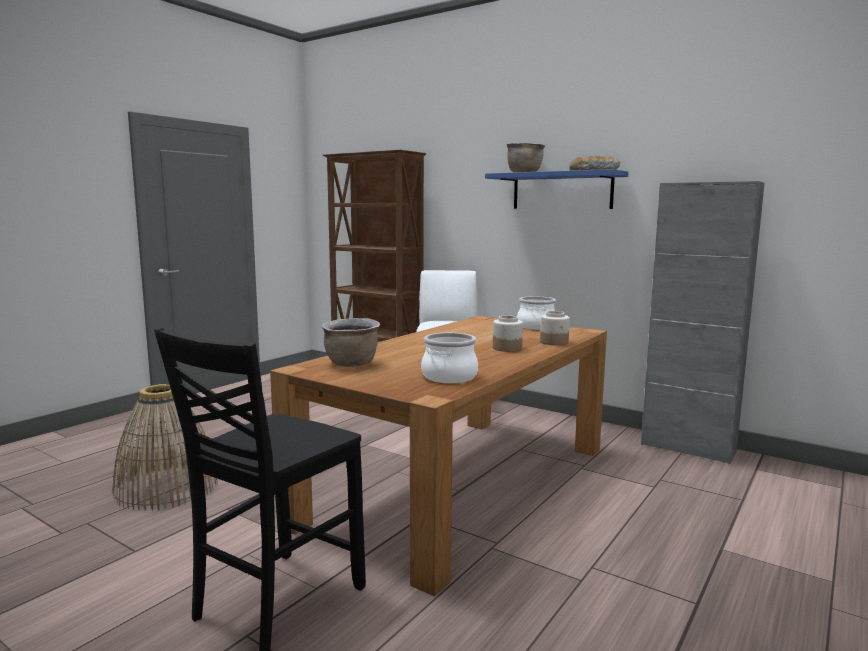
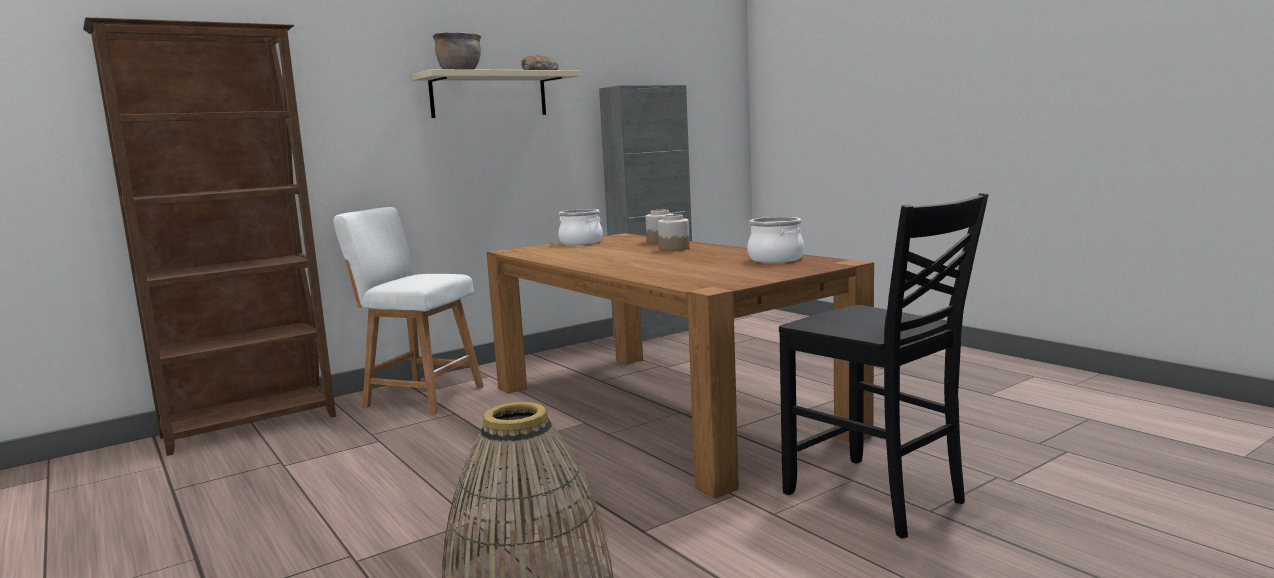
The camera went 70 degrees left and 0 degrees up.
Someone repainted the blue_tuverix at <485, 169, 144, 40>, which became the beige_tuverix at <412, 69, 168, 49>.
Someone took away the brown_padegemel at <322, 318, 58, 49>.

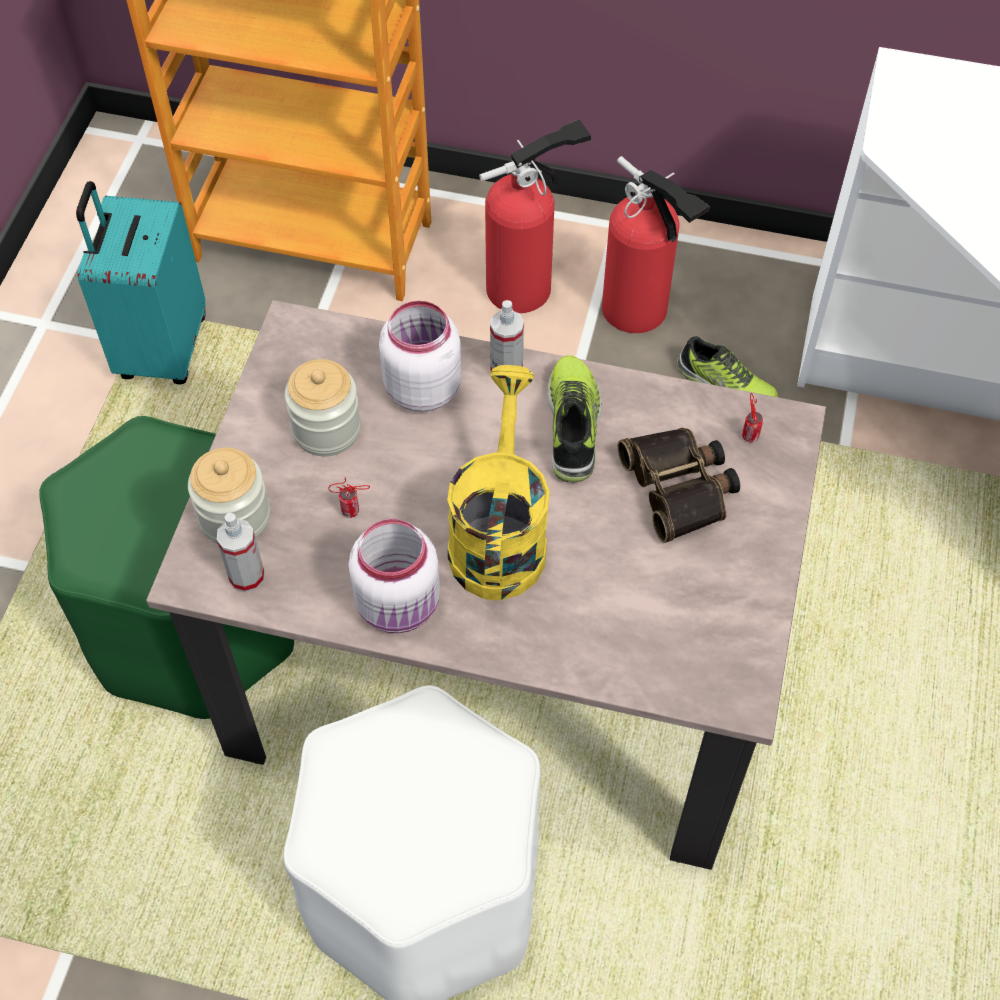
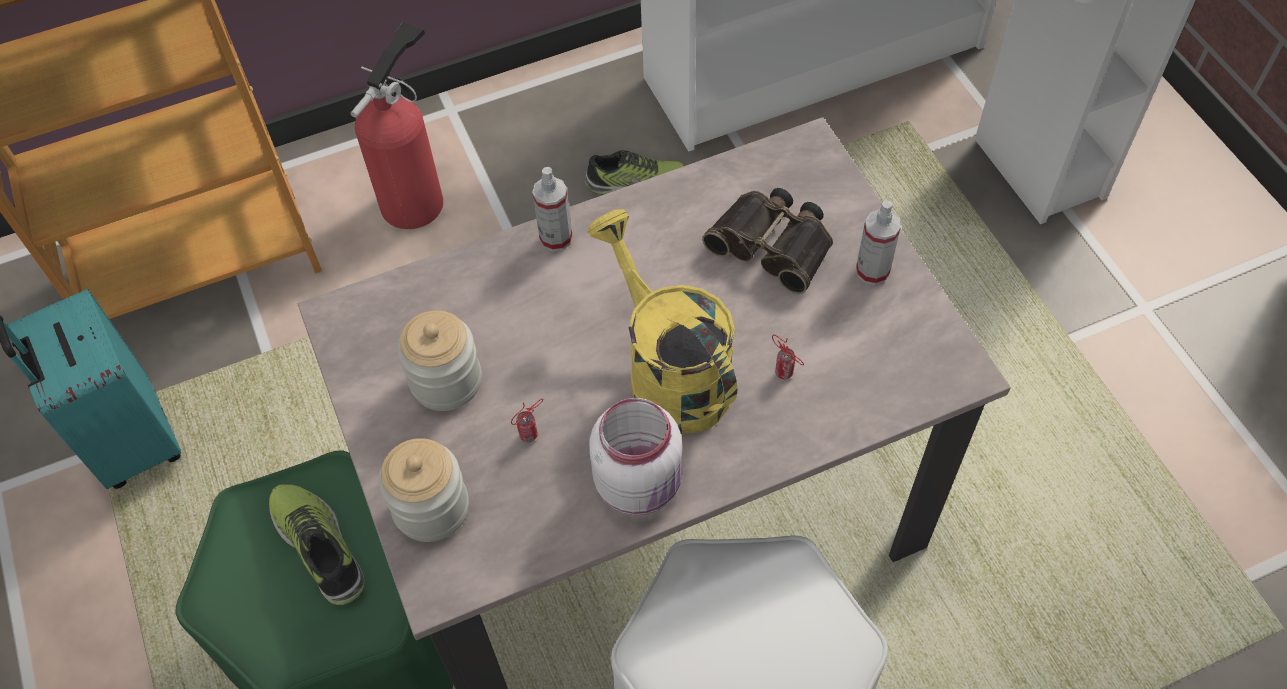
The camera went 35 degrees left and 0 degrees up.
Someone carried the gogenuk from <547, 355, 55, 127> to <269, 484, 96, 121>.
Someone carried the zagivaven from <742, 393, 21, 49> to <772, 335, 32, 44>.
Someone carried the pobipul from <217, 513, 47, 80> to <856, 200, 45, 85>.
Someone took away the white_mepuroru at <379, 301, 83, 111>.
Someone took away the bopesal at <602, 156, 108, 177>.

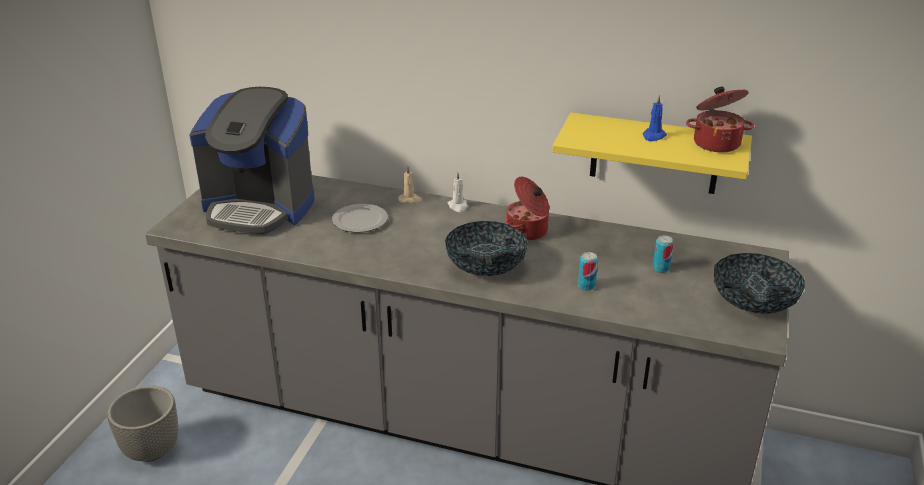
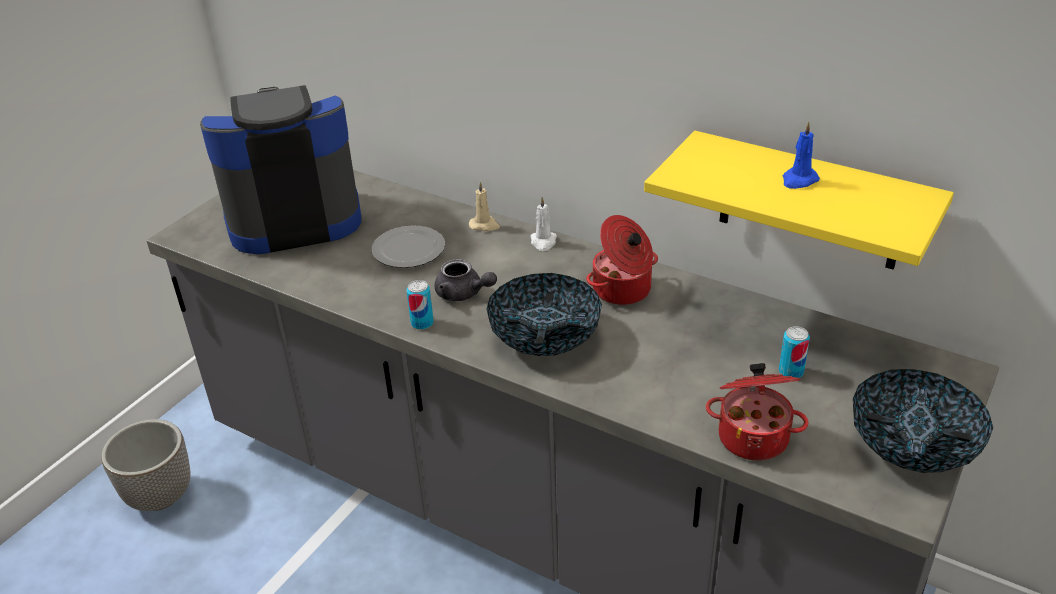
The camera went 15 degrees right and 5 degrees up.
Someone rotated the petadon at <189, 87, 126, 147> by 135 degrees clockwise.
Someone carried the zagivaven from <578, 252, 20, 38> to <406, 280, 28, 50>.
Someone put down the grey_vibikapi at <434, 259, 63, 42>.
Someone carried the padegemel from <686, 87, 68, 66> to <706, 363, 103, 98>.

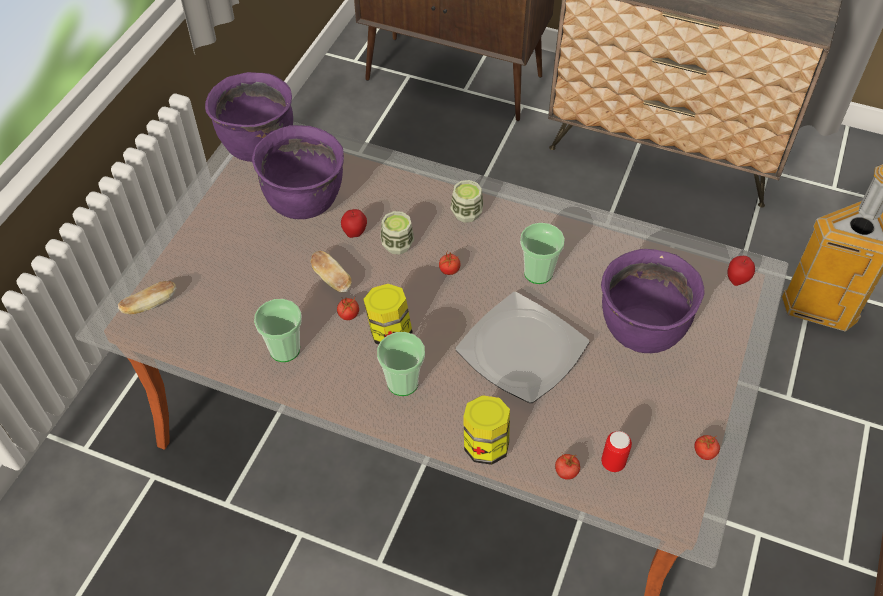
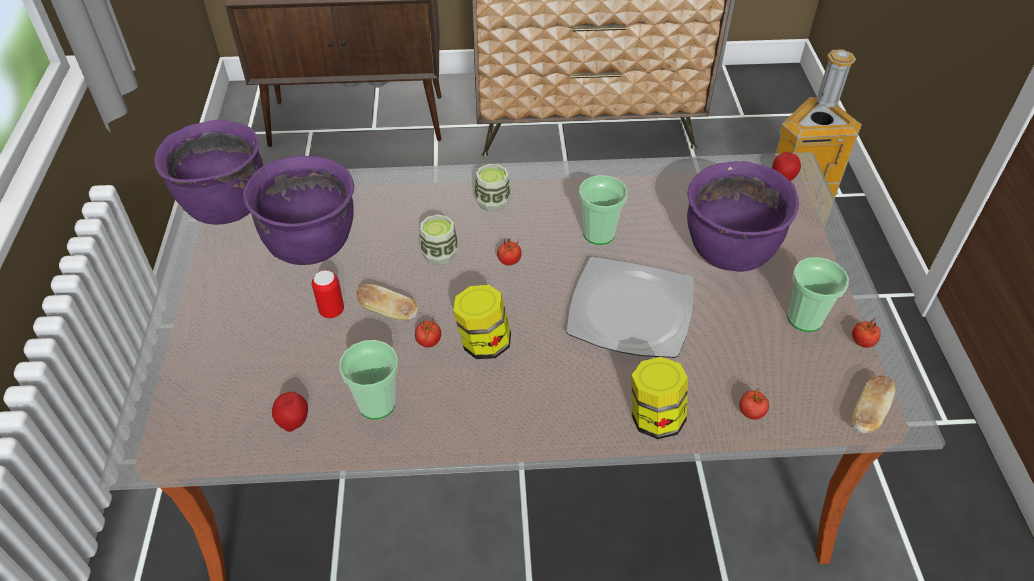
The camera went 25 degrees left and 5 degrees down.
Someone carried the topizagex from <341, 209, 26, 29> to <272, 392, 36, 40>.
Someone carried the zagivaven from <601, 431, 31, 41> to <312, 270, 32, 48>.
Someone carried the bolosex from <377, 332, 48, 64> to <788, 257, 61, 75>.
Someone carried the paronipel from <118, 281, 58, 34> to <852, 375, 43, 58>.

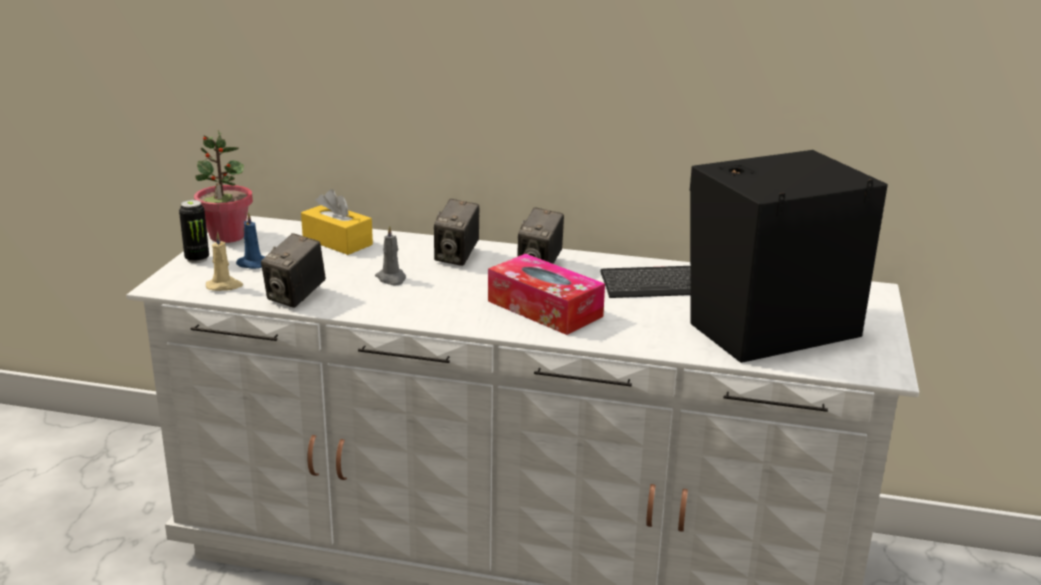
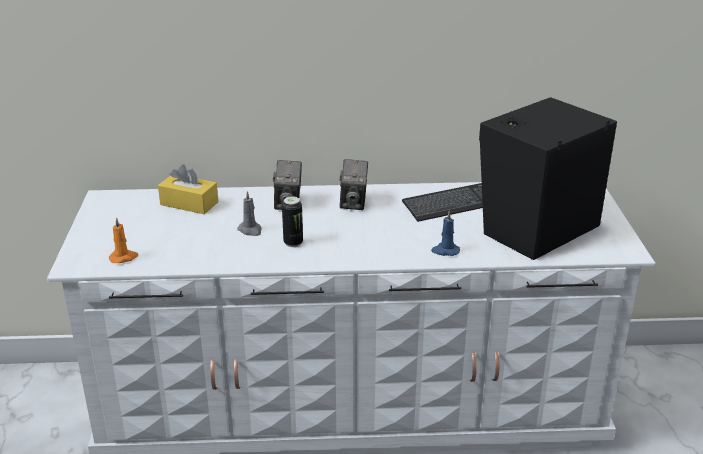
The camera went 15 degrees left and 5 degrees up.
Someone repainted the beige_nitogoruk at <206, 232, 37, 59>, which became the orange_nitogoruk at <109, 217, 29, 46>.
Someone carried the zagivaven from <179, 200, 30, 63> to <282, 196, 21, 51>.
Someone carried the blue_nitogoruk from <236, 212, 30, 57> to <431, 211, 29, 45>.
Someone took away the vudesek at <194, 130, 59, 113>.
Someone took away the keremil at <261, 233, 65, 75>.
Someone took away the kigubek at <488, 253, 117, 82>.

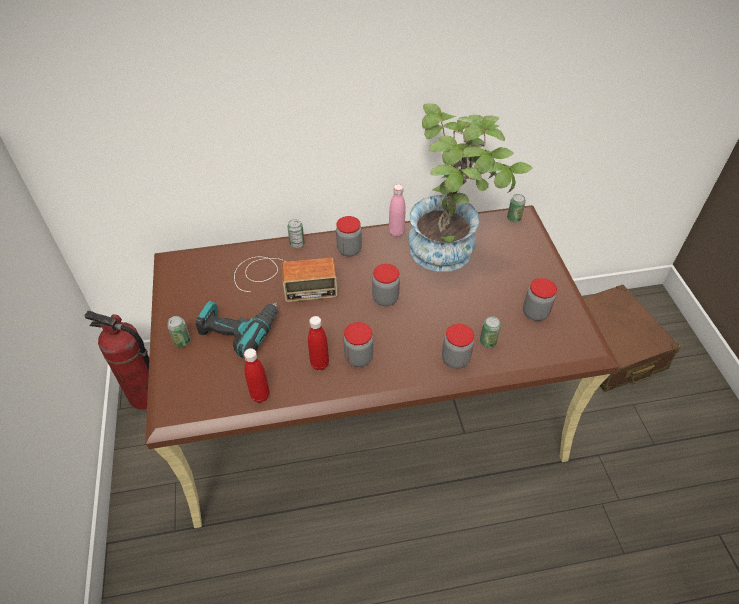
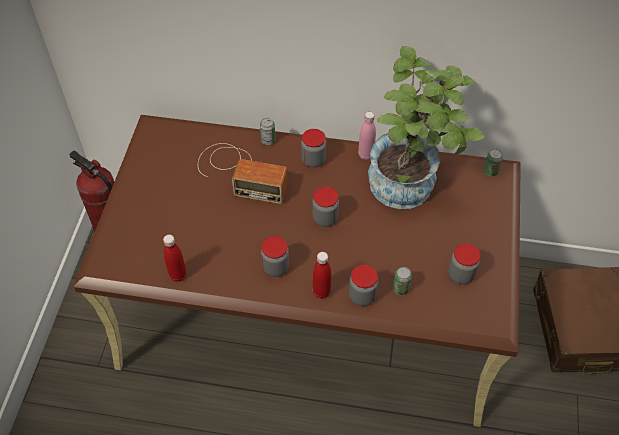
The camera went 20 degrees right and 5 degrees up.
Someone carried the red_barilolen from <308, 316, 21, 54> to <313, 252, 18, 47>.
Someone took away the zagivaven at <167, 316, 24, 31>.
Someone took away the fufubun at <195, 301, 83, 57>.

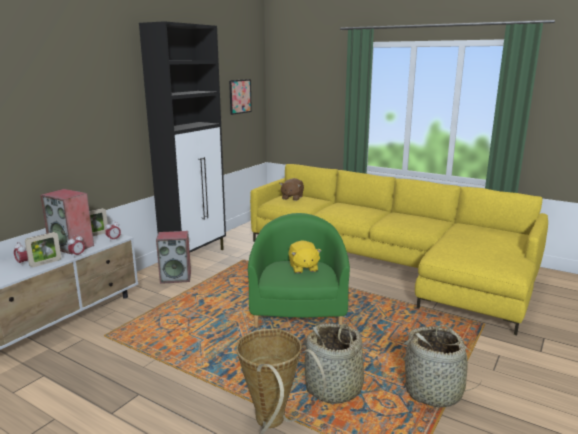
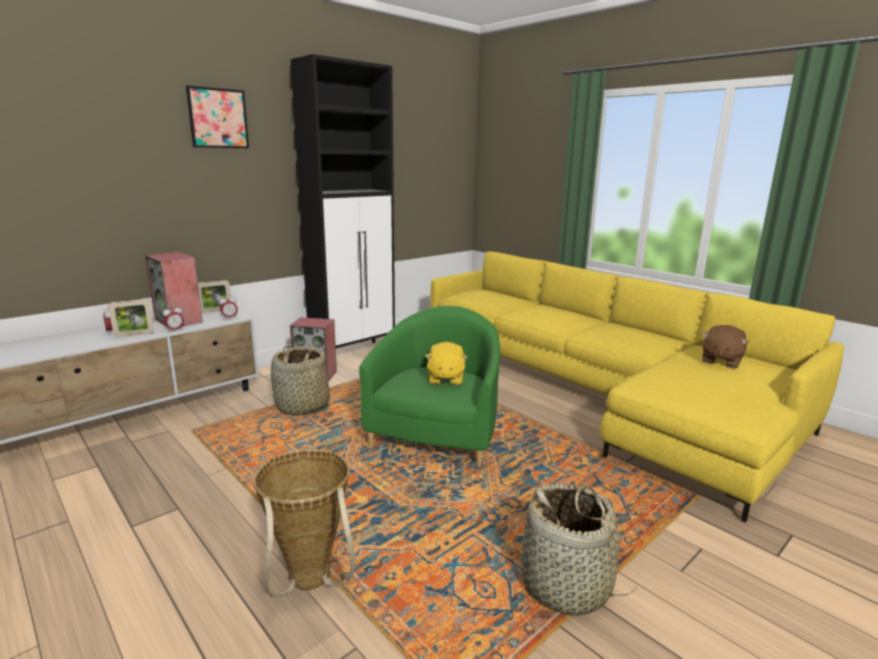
The camera went 15 degrees right and 0 degrees up.
Someone carried the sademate from <229, 79, 23, 36> to <186, 85, 63, 63>.
Someone carried the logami from <304, 323, 68, 81> to <271, 346, 59, 70>.
Someone carried the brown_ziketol from <280, 178, 24, 23> to <702, 325, 47, 43>.

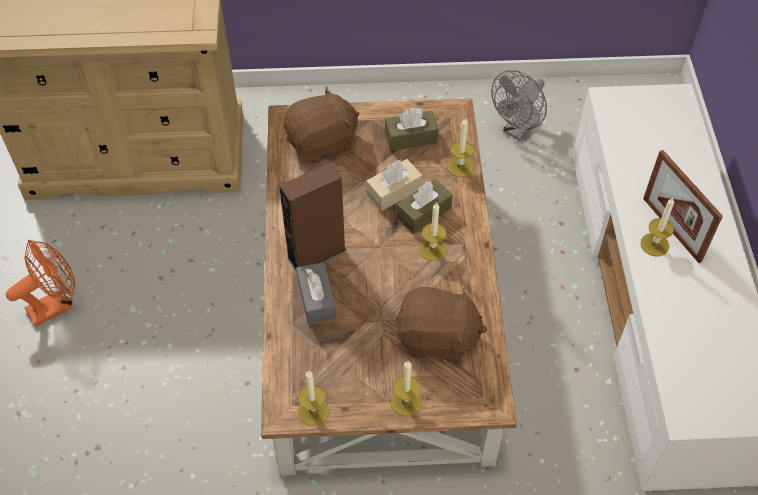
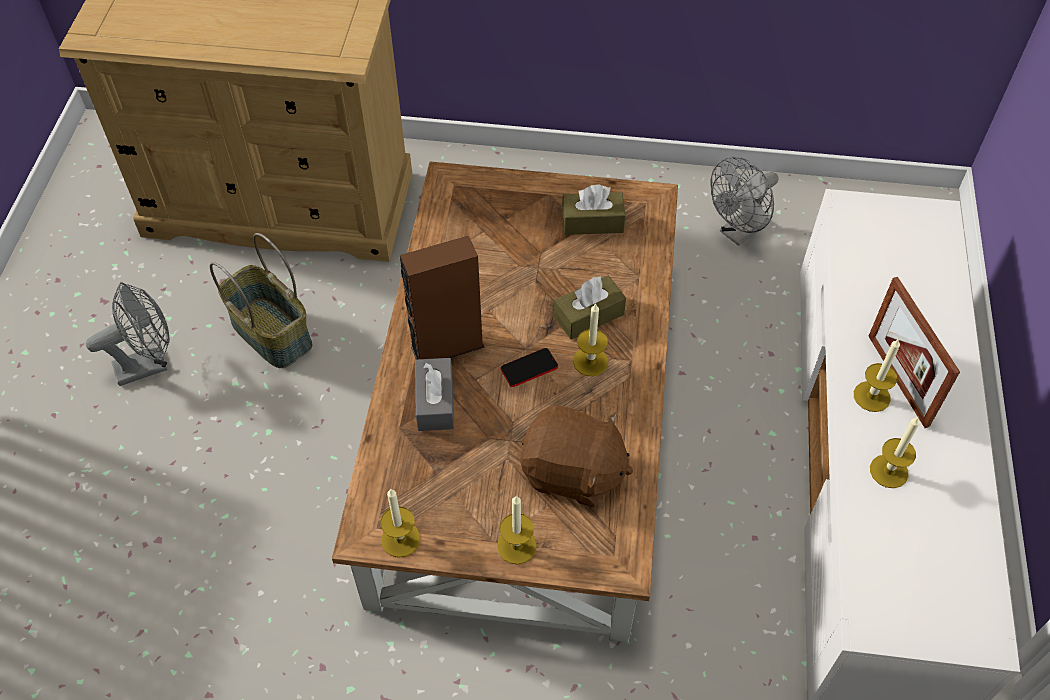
The camera went 10 degrees right and 0 degrees up.
Someone repainted the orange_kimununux at <6, 240, 70, 87>, which became the grey_kimununux at <86, 282, 84, 104>.
Someone put down the logami at <210, 233, 103, 135>.
Someone put down the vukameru at <500, 348, 58, 39>.
Someone carried the nitogoruk from <447, 117, 27, 60> to <870, 416, 50, 72>.
Someone took away the brown_ziketol at <283, 87, 76, 76>.
Someone took away the beige_kigubek at <366, 159, 57, 52>.

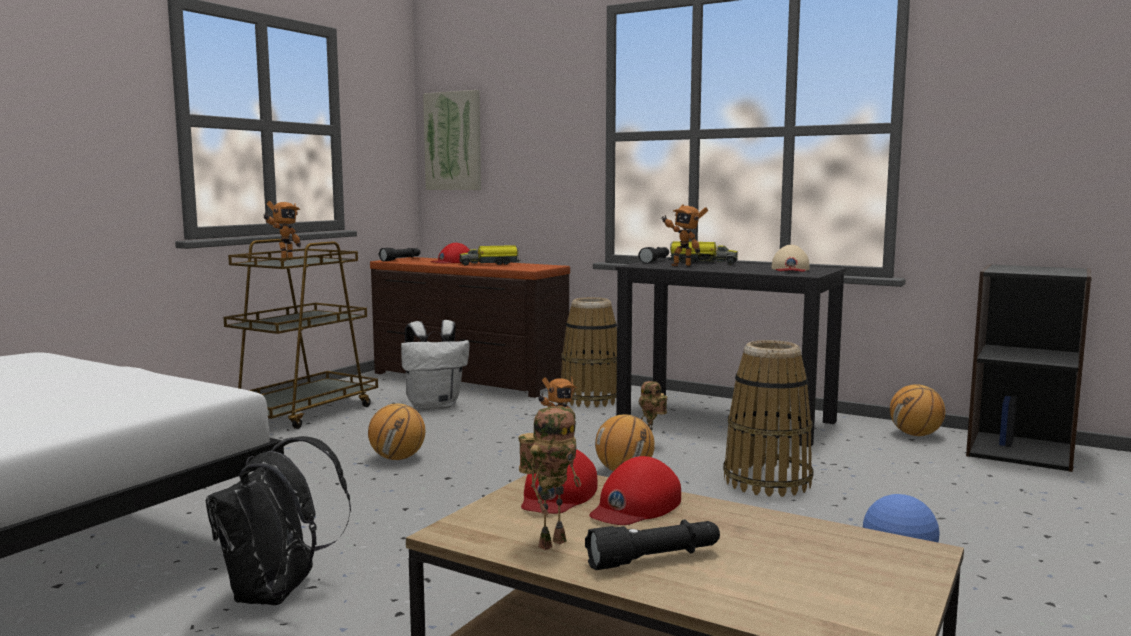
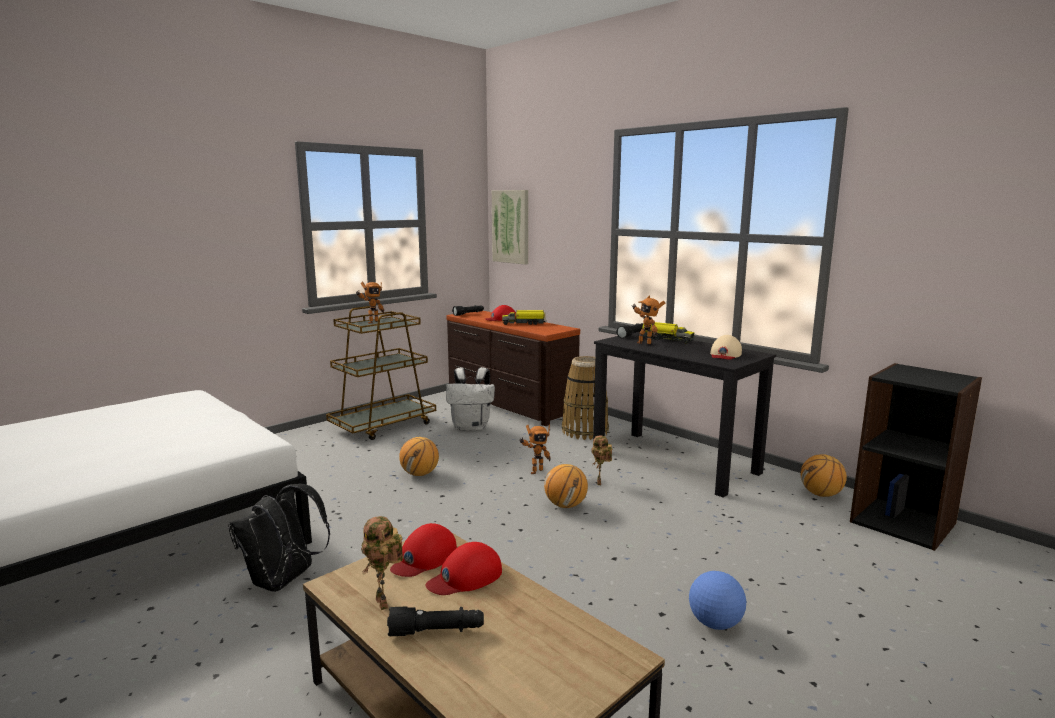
The camera went 15 degrees right and 5 degrees up.
Someone rotated the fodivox at <518, 406, 63, 144> by 90 degrees clockwise.
Someone took away the logami at <723, 340, 91, 157>.

